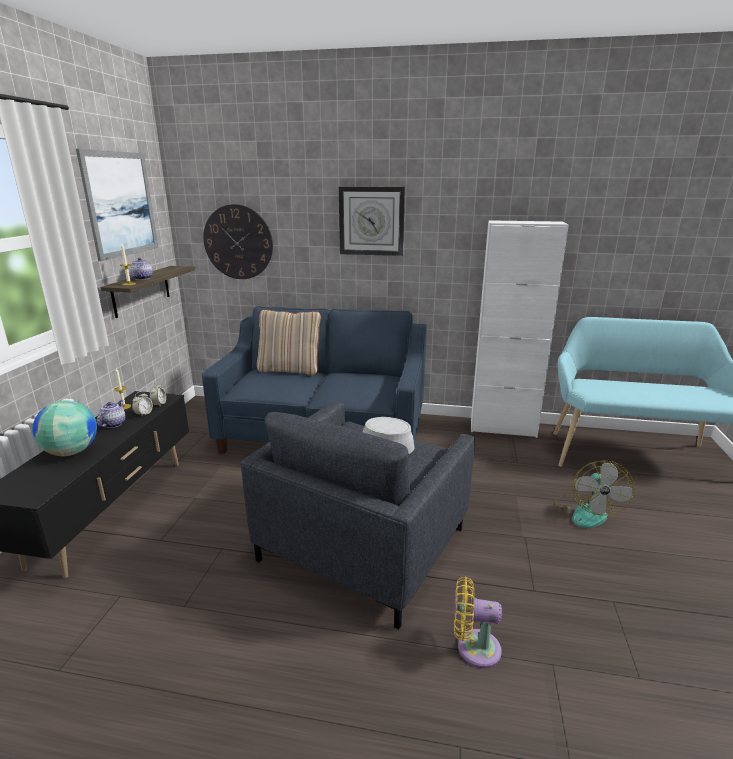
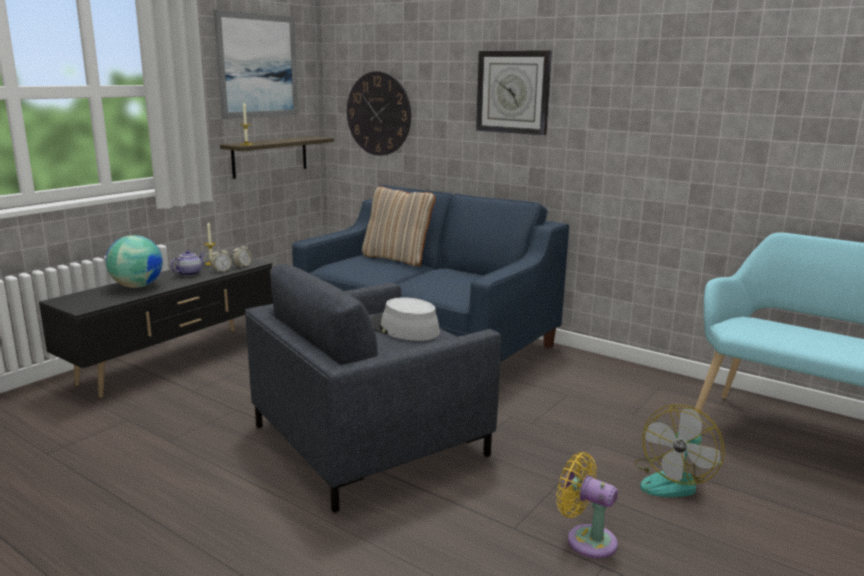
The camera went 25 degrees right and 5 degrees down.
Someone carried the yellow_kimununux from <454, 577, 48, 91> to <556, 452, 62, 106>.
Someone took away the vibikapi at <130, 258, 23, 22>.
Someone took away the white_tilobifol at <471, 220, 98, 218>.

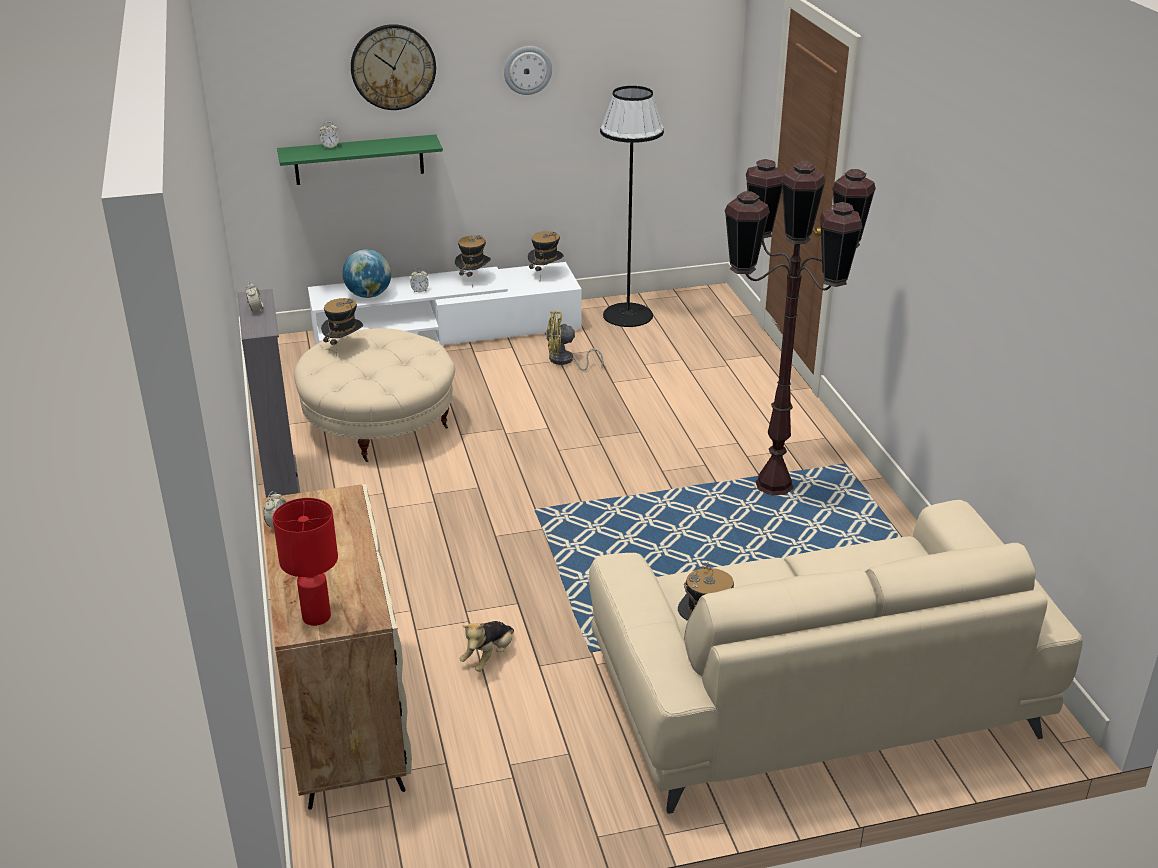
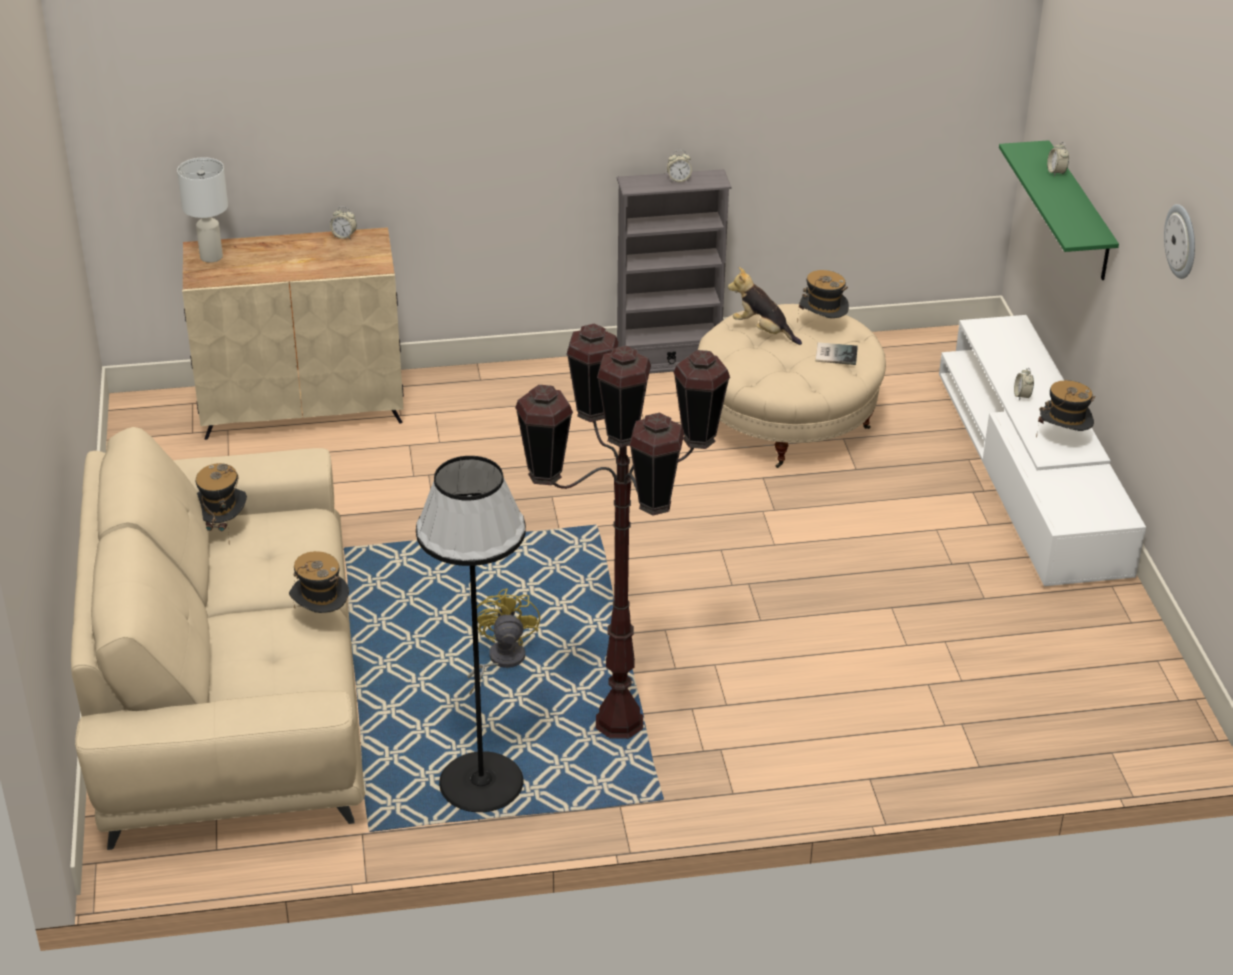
The camera went 95 degrees right and 5 degrees up.
Someone repainted the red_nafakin at <273, 498, 65, 128>, which became the white_nafakin at <177, 157, 51, 106>.
Someone carried the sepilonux from <528, 231, 36, 40> to <289, 551, 60, 62>.
Someone carried the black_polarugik from <600, 86, 64, 241> to <416, 456, 110, 356>.
Someone carried the yellow_kimununux from <546, 311, 57, 60> to <467, 588, 73, 107>.
Someone carried the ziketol from <460, 621, 54, 51> to <728, 267, 74, 78>.
Someone put down the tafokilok at <816, 342, 42, 23>.
Someone took away the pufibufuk at <342, 249, 49, 49>.
Someone took away the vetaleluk at <351, 24, 85, 86>.

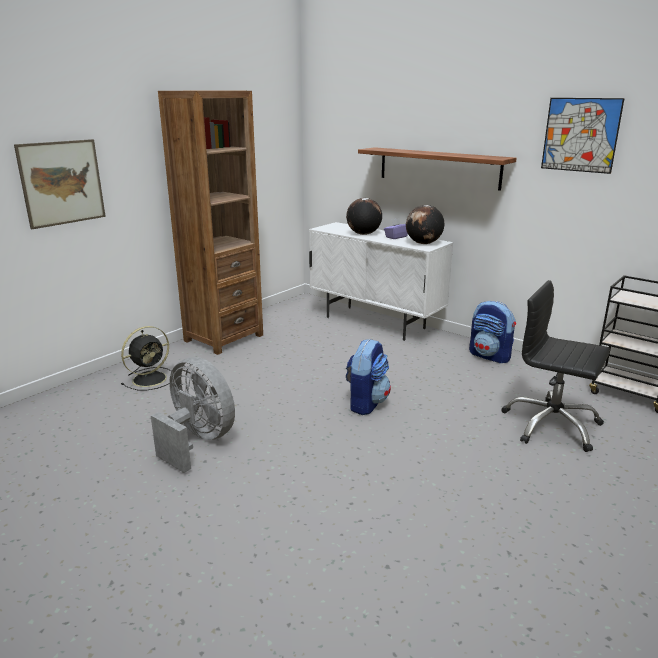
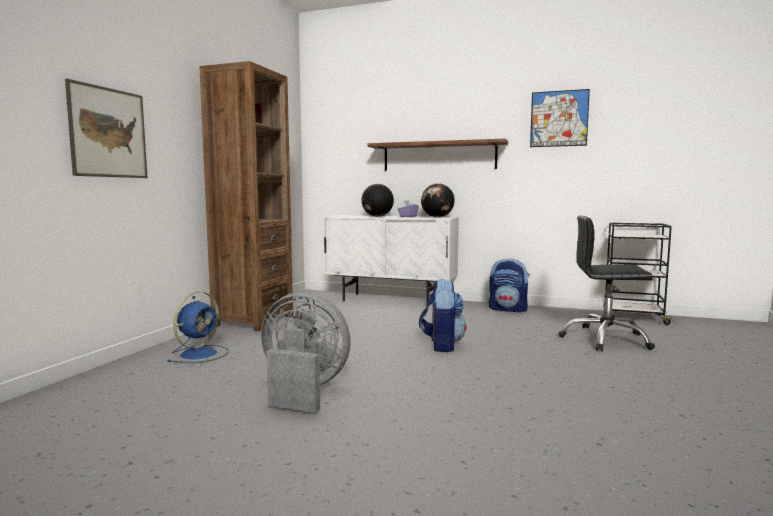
The camera went 20 degrees left and 15 degrees down.
Someone repainted the black_kimununux at <121, 326, 51, 64>, which became the blue_kimununux at <168, 292, 61, 71>.

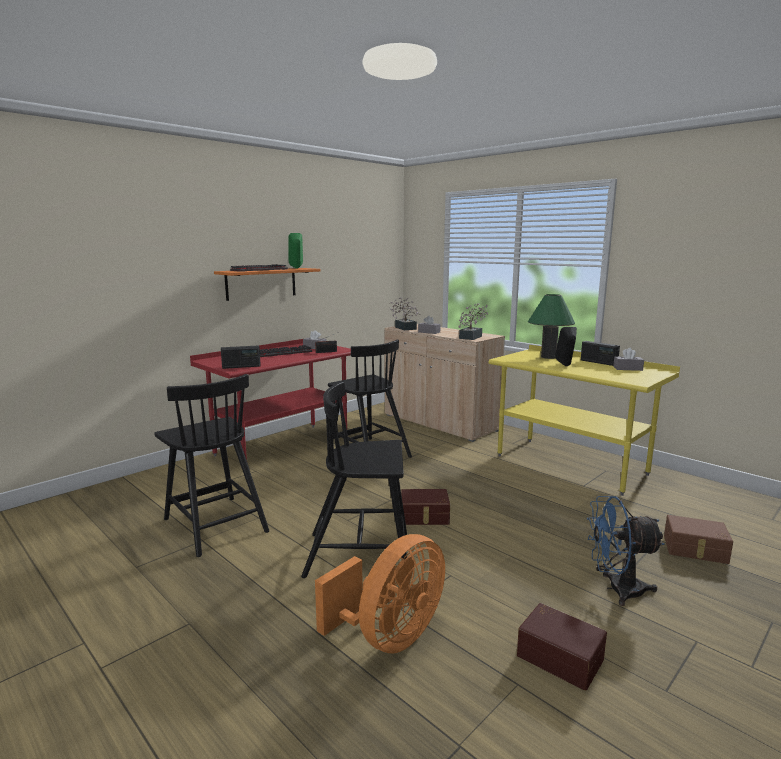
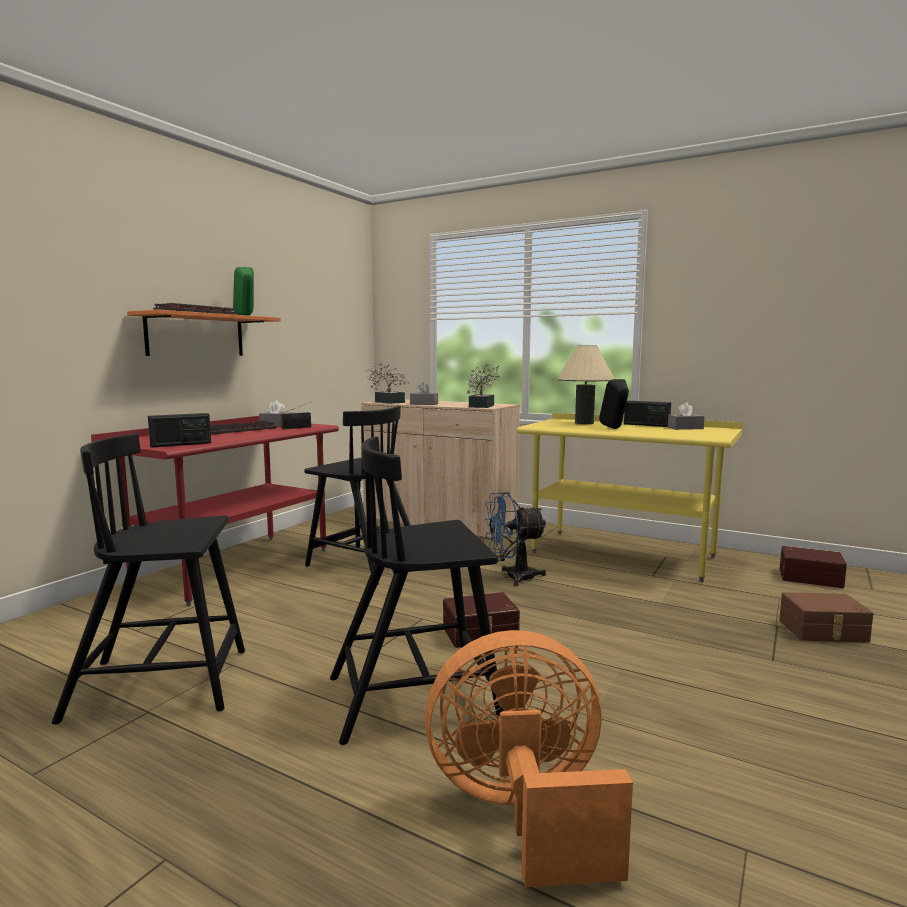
The camera went 15 degrees left and 5 degrees down.
Someone rotated the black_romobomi at <154, 374, 115, 183> by 135 degrees clockwise.
Someone rotated the orange_kimununux at <315, 534, 130, 119> by 120 degrees counterclockwise.
Someone carried the blue_kimununux from <587, 496, 77, 110> to <484, 492, 63, 94>.
Someone repainted the green_nafakin at <528, 294, 47, 65>, which became the beige_nafakin at <558, 345, 56, 79>.
Someone carried the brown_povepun from <517, 603, 90, 88> to <780, 546, 67, 42>.

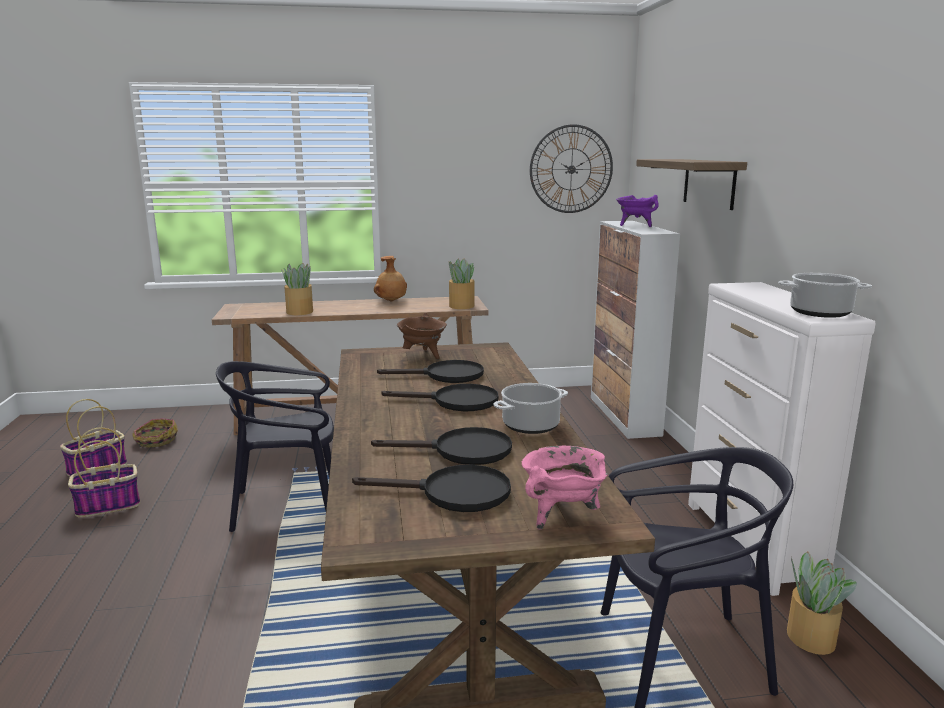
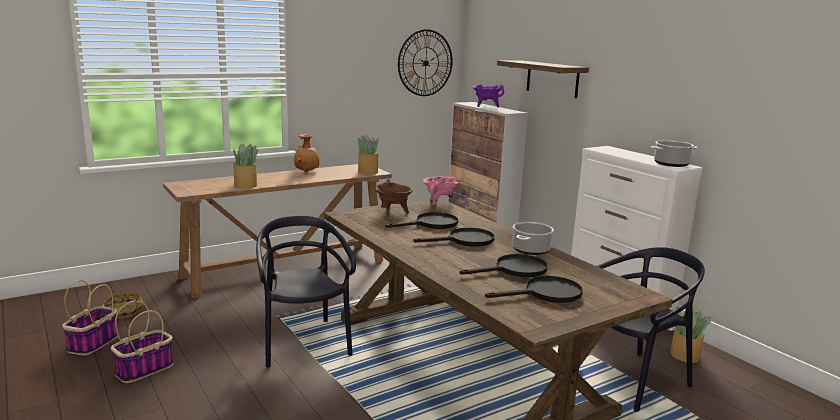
The camera went 25 degrees left and 0 degrees up.
Someone rotated the black_romobomi at <216, 361, 118, 171> by 105 degrees clockwise.
Someone carried the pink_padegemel from <522, 446, 86, 84> to <423, 177, 35, 30>.

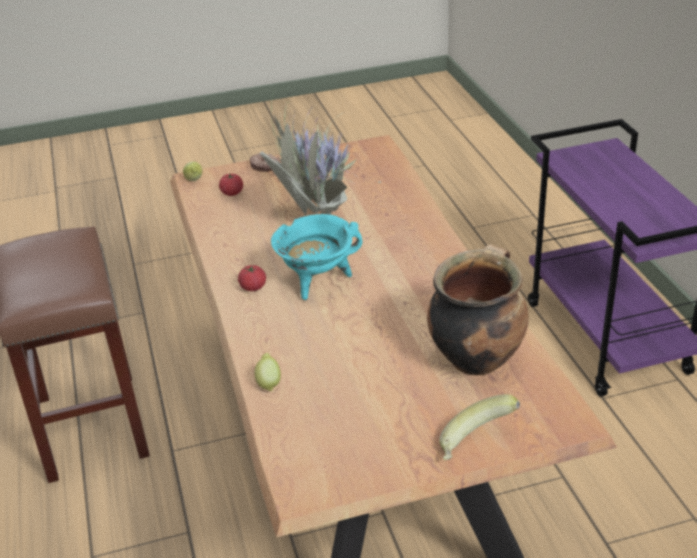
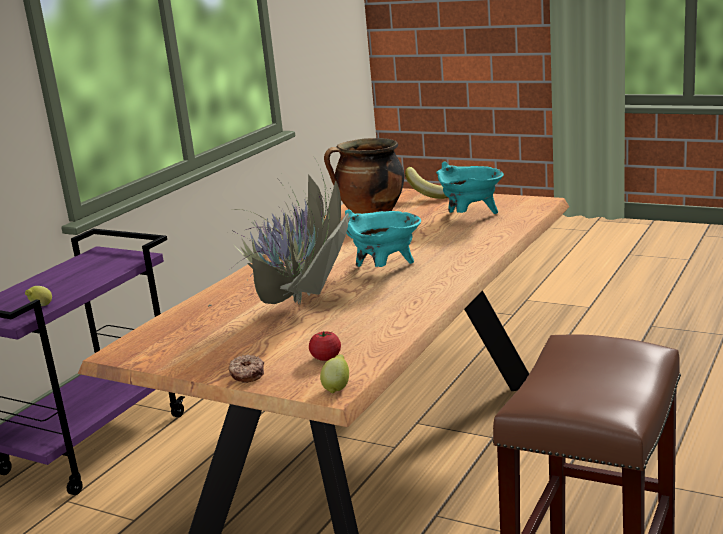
The camera went 135 degrees left and 15 degrees down.
Someone carried the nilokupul from <254, 353, 27, 38> to <25, 286, 27, 20>.
Someone put down the turquoise_padegemel at <436, 162, 68, 52>.
Someone took away the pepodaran at <238, 265, 28, 26>.

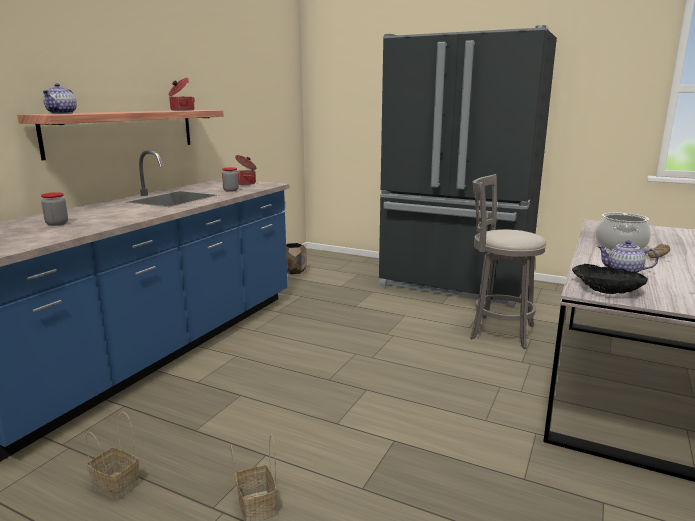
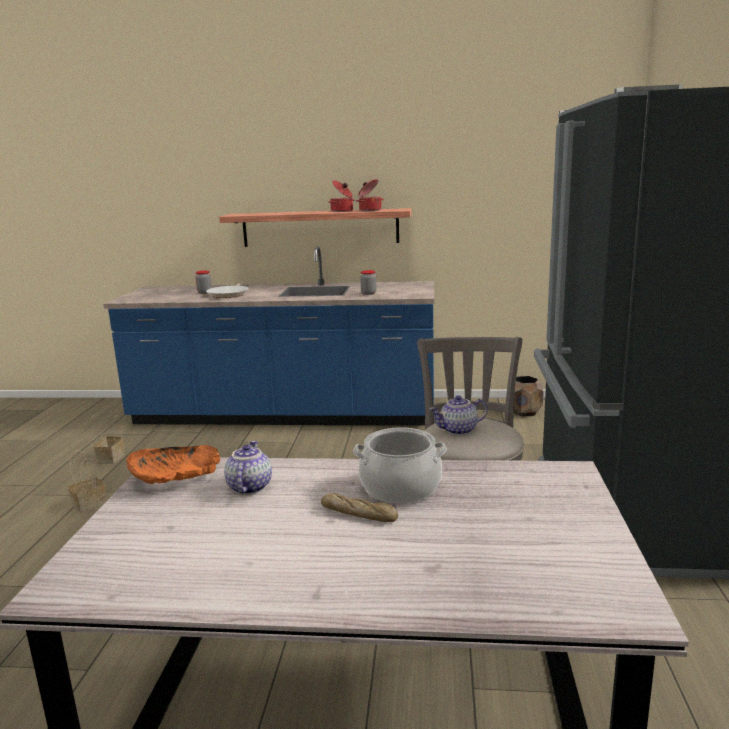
The camera went 70 degrees right and 0 degrees up.
Someone repainted the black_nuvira at <572, 264, 76, 30>, which became the orange_nuvira at <126, 445, 94, 39>.
Someone put down the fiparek at <206, 282, 43, 16>.
Someone carried the padegemel from <235, 155, 21, 30> to <329, 180, 26, 32>.
Someone carried the vibikapi from <42, 83, 35, 31> to <429, 395, 59, 40>.

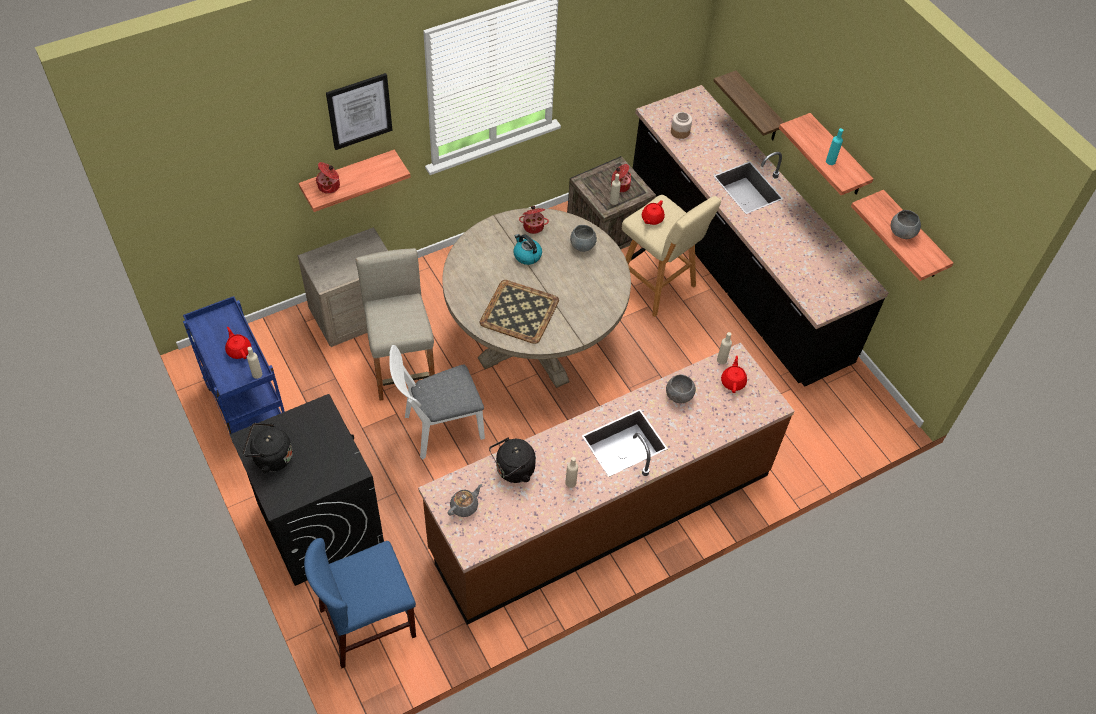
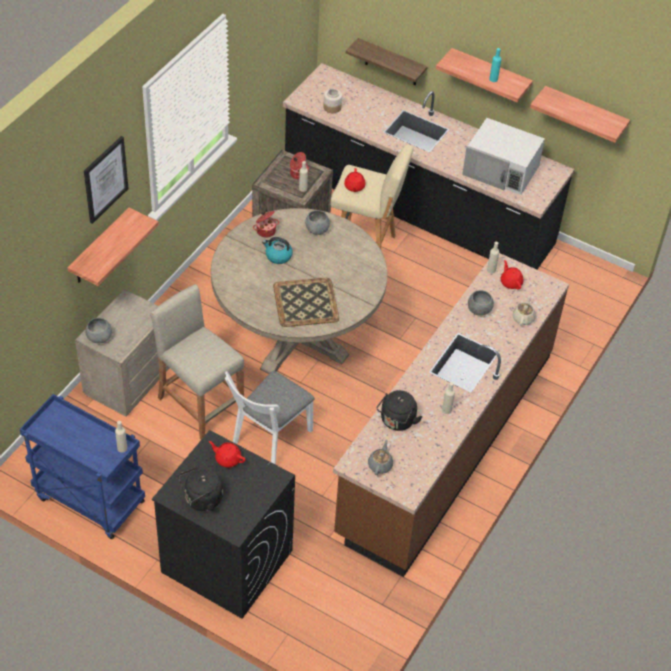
The camera went 30 degrees left and 5 degrees down.
Someone carried the grey_nuvira from <891, 210, 30, 29> to <85, 318, 27, 25>.
Someone carried the red_vibikapi from <225, 327, 26, 32> to <209, 441, 37, 27>.
Someone put down the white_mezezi at <462, 118, 83, 77>.
Someone put down the beige_vibikapi at <513, 295, 23, 31>.
Someone took away the blue_romobomi at <304, 538, 112, 130>.
Someone took away the padegemel at <316, 162, 24, 32>.

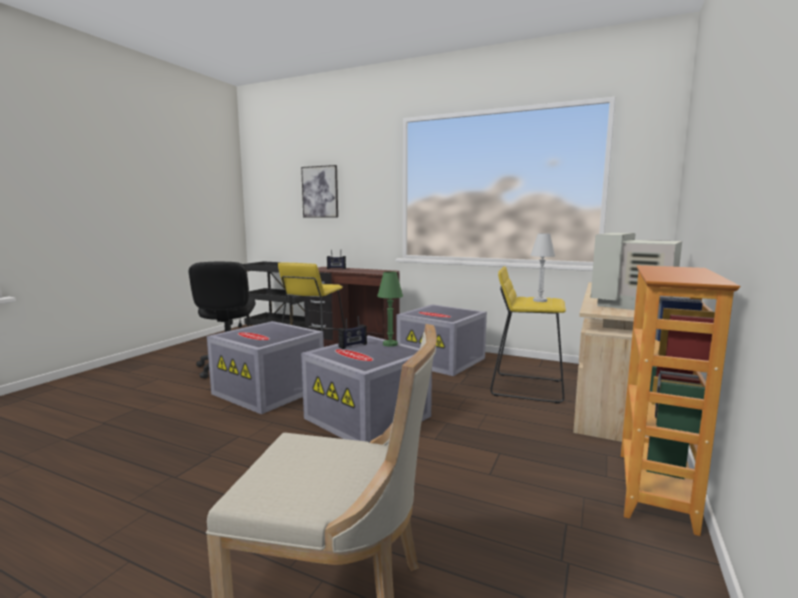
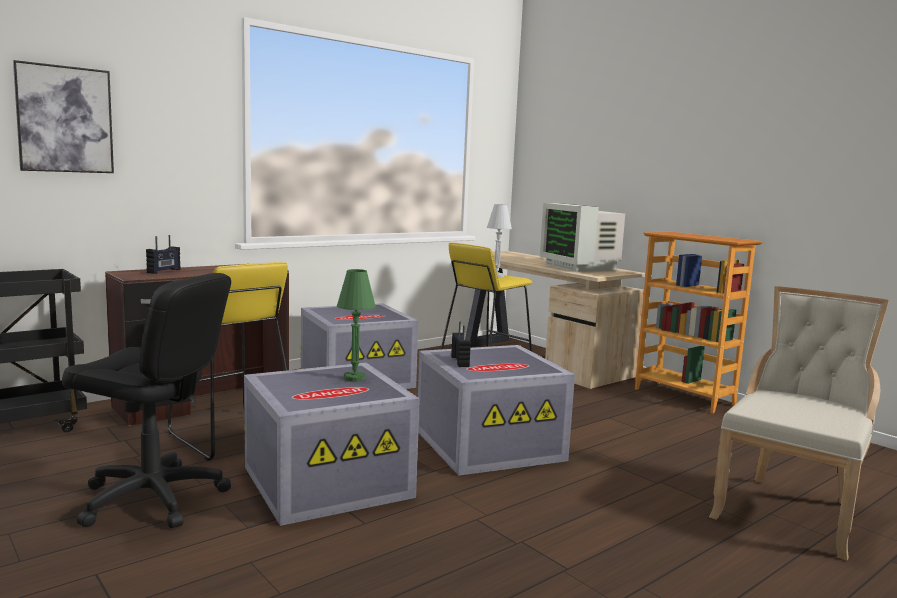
The camera went 65 degrees left and 0 degrees up.
Someone carried the green_nafakin from <377, 271, 26, 76> to <337, 269, 39, 113>.

